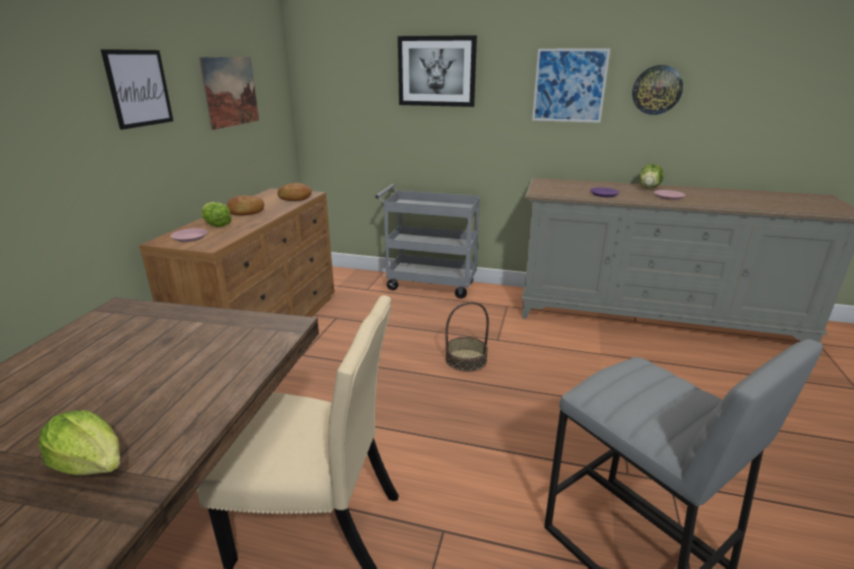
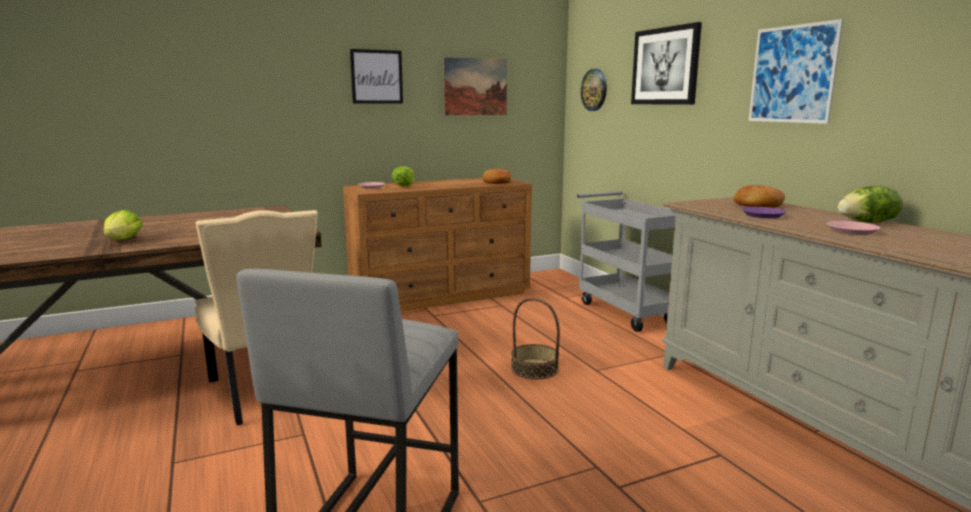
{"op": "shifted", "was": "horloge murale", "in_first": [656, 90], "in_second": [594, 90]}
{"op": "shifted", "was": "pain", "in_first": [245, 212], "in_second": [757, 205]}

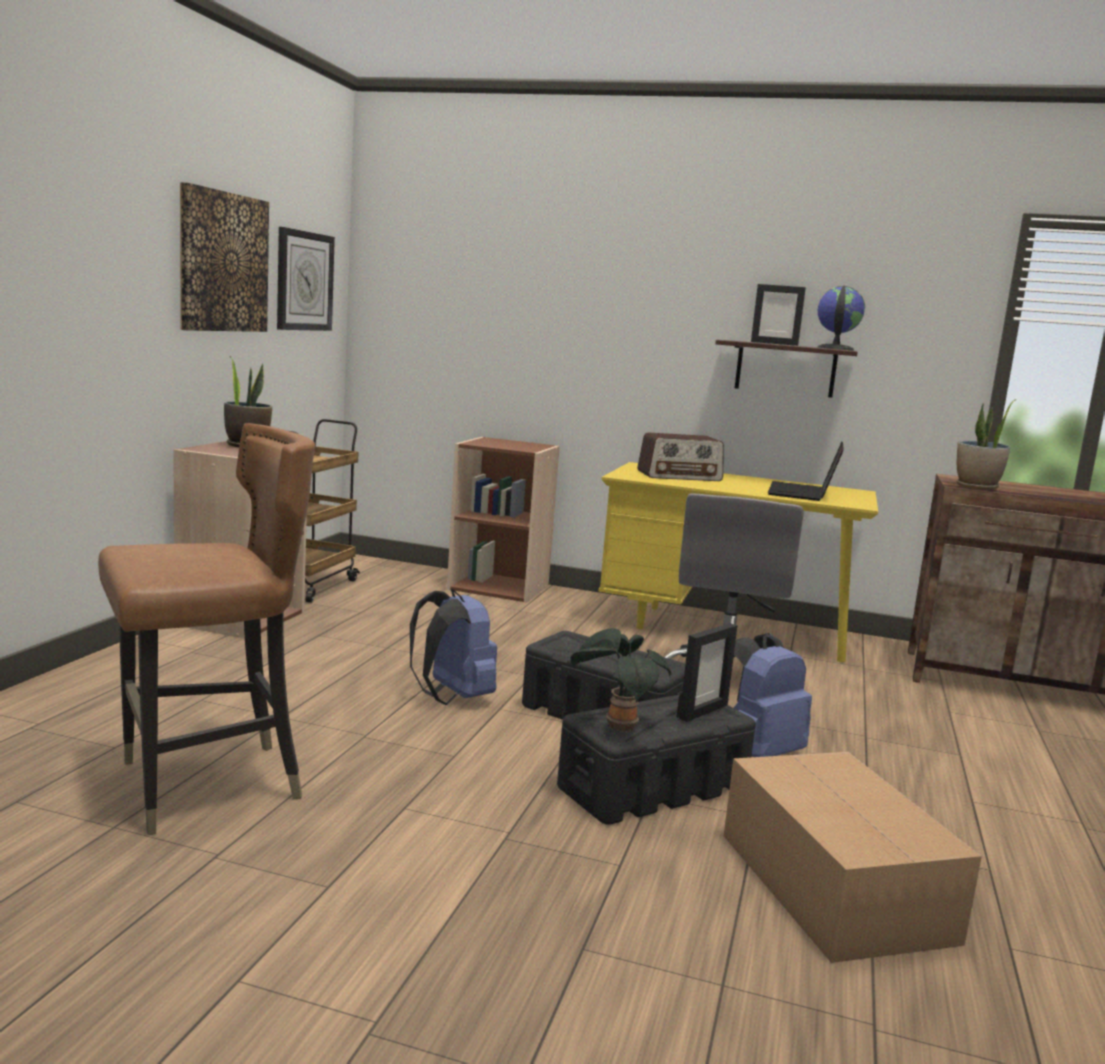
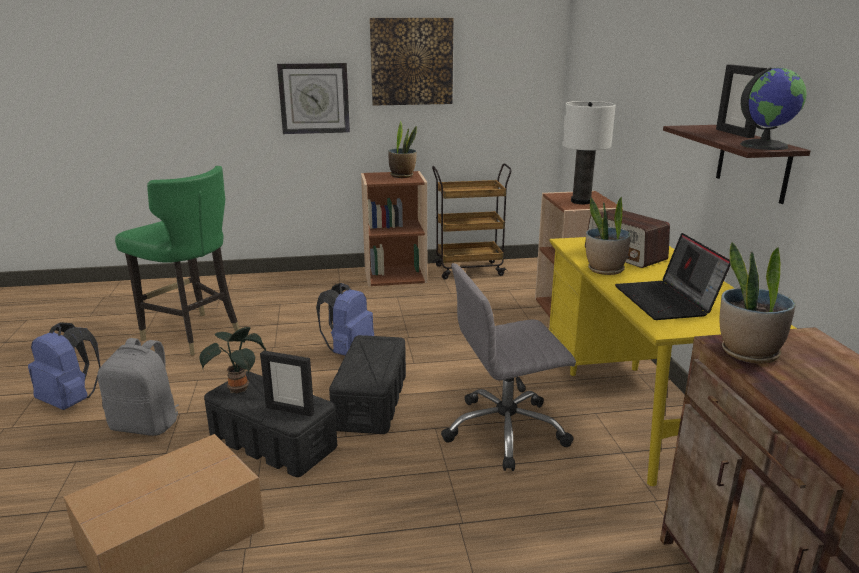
{"op": "shifted", "was": "sac à dos [bleu]", "in_first": [757, 753], "in_second": [71, 401]}
{"op": "new", "now": "sac à dos [gris]", "in_second": [146, 425]}
{"op": "repainted", "was": "chaise [marron]", "now": "chaise [vert]", "in_first": [207, 785], "in_second": [192, 334]}
{"op": "shifted", "was": "horloge murale", "in_first": [304, 281], "in_second": [314, 98]}
{"op": "new", "now": "lampe de table [blanc]", "in_second": [581, 201]}
{"op": "new", "now": "plante en pot", "in_second": [604, 270]}
{"op": "rotated", "was": "ordinateur portable", "in_first": [803, 494], "in_second": [667, 301], "clockwise": -90}

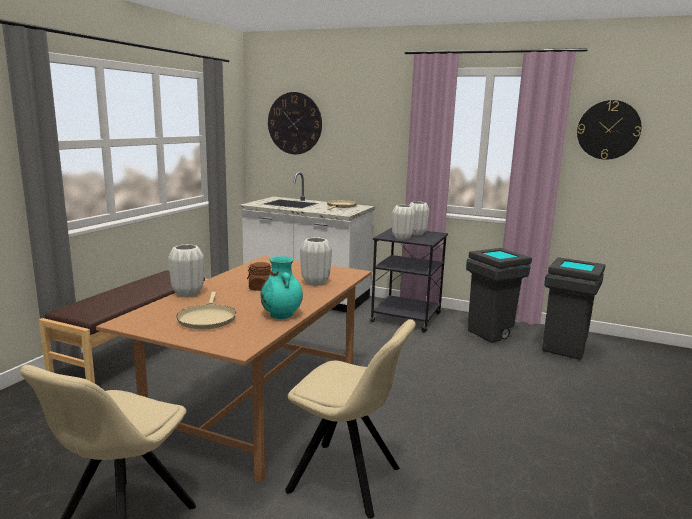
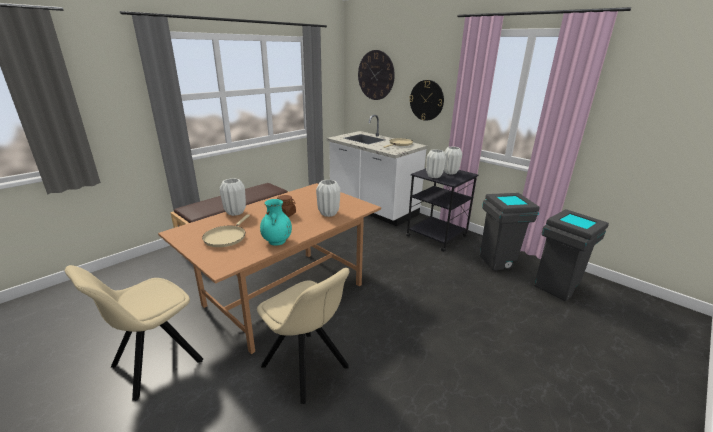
{"op": "shifted", "was": "horloge murale", "in_first": [608, 130], "in_second": [426, 100]}

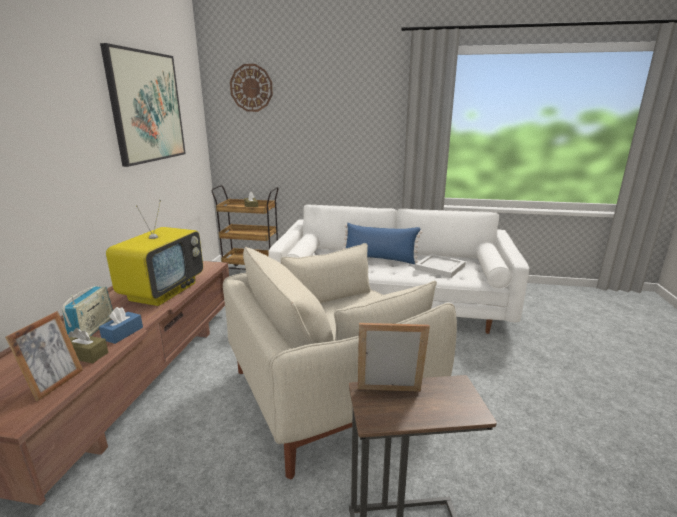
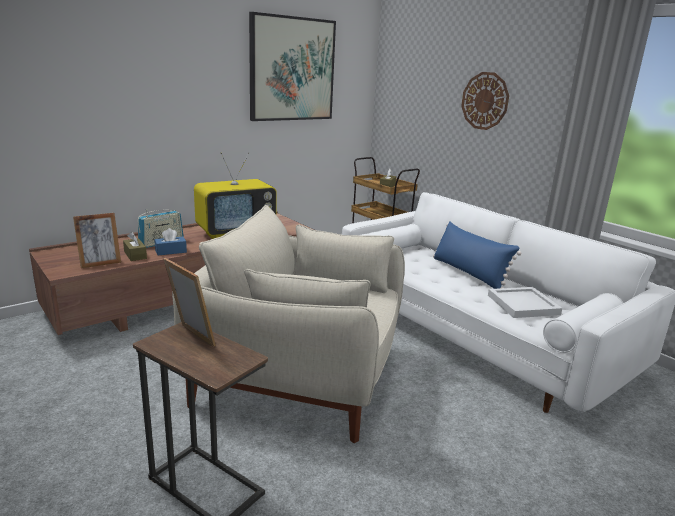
{"op": "shifted", "was": "horloge murale", "in_first": [251, 88], "in_second": [485, 101]}

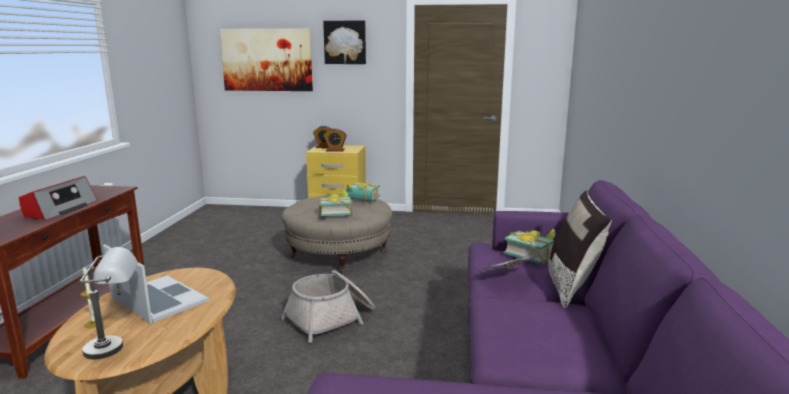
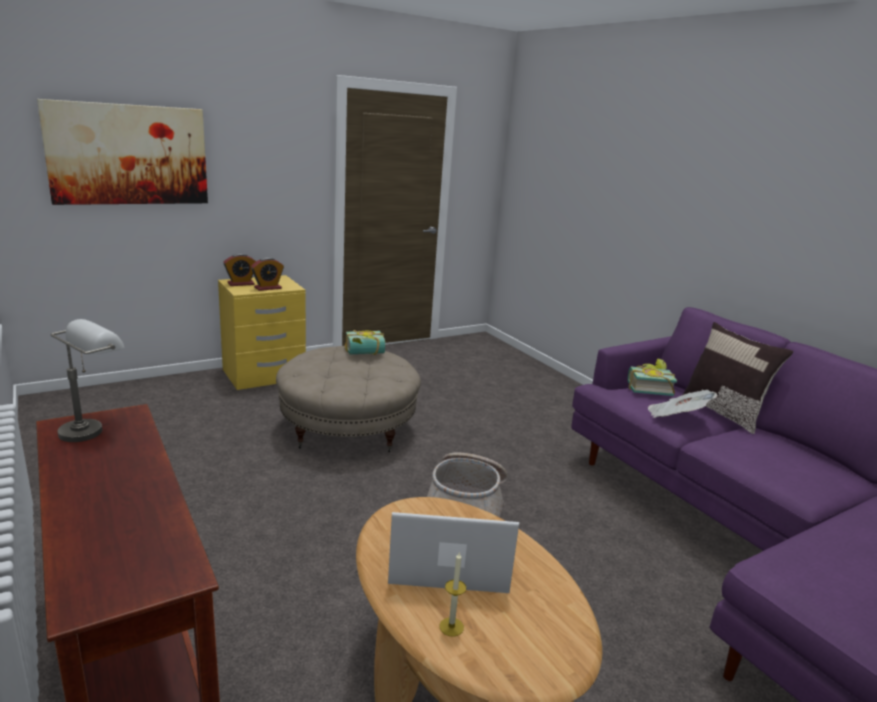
{"op": "shifted", "was": "lampe de table [gris]", "in_first": [117, 347], "in_second": [94, 427]}
{"op": "gone", "was": "radio", "in_first": [60, 209]}
{"op": "gone", "was": "livre", "in_first": [335, 212]}
{"op": "gone", "was": "tableau", "in_first": [345, 42]}

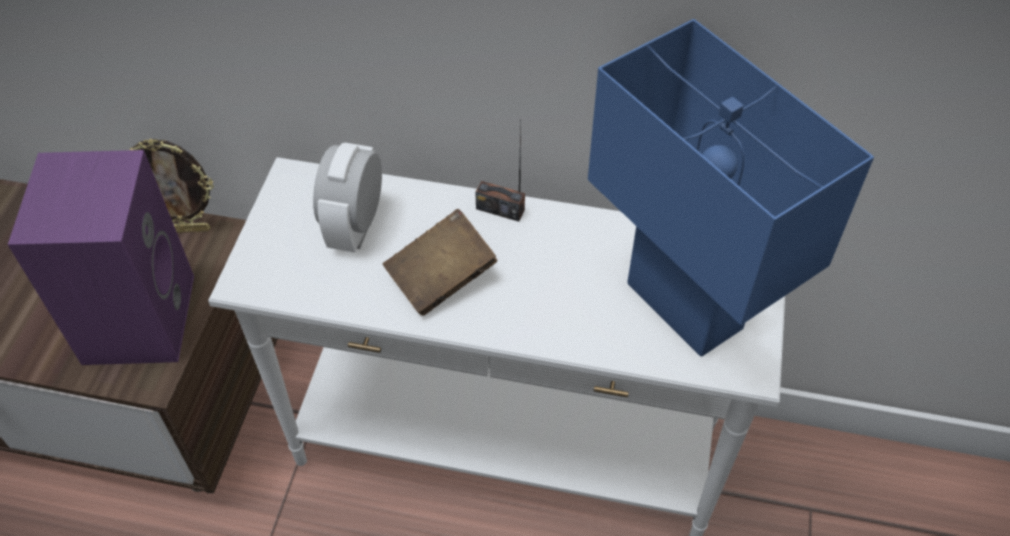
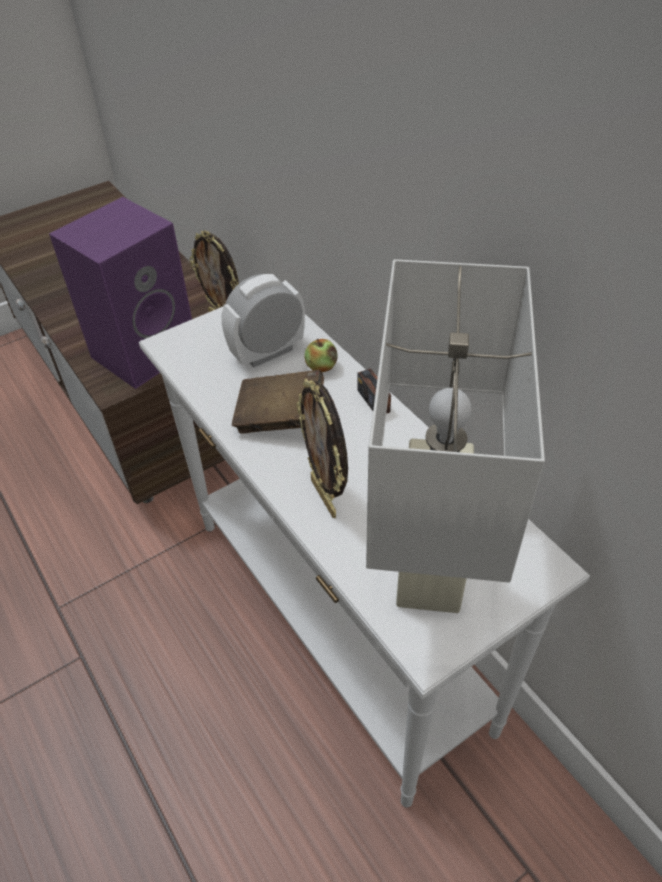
{"op": "new", "now": "cadre photo", "in_second": [325, 497]}
{"op": "new", "now": "pomme", "in_second": [321, 367]}
{"op": "repainted", "was": "lampe de table [bleu]", "now": "lampe de table [blanc]", "in_first": [684, 306], "in_second": [430, 560]}

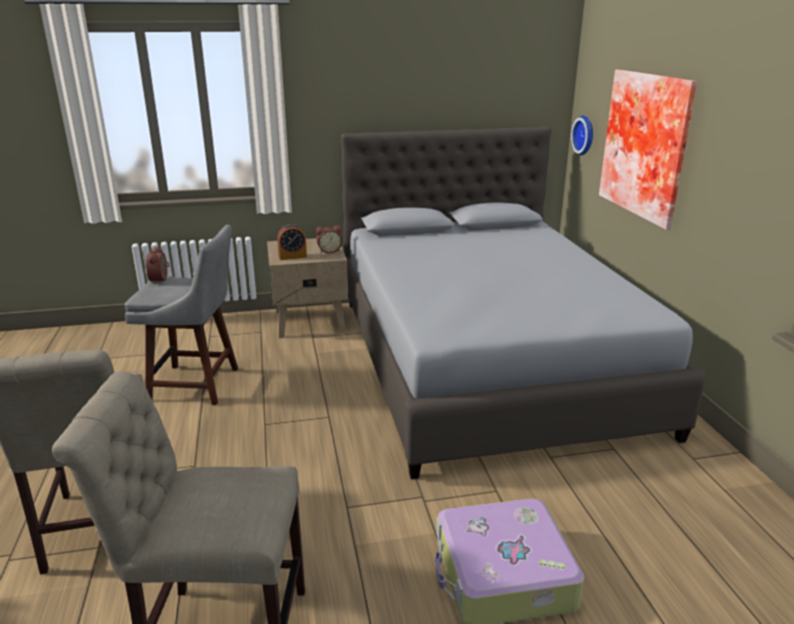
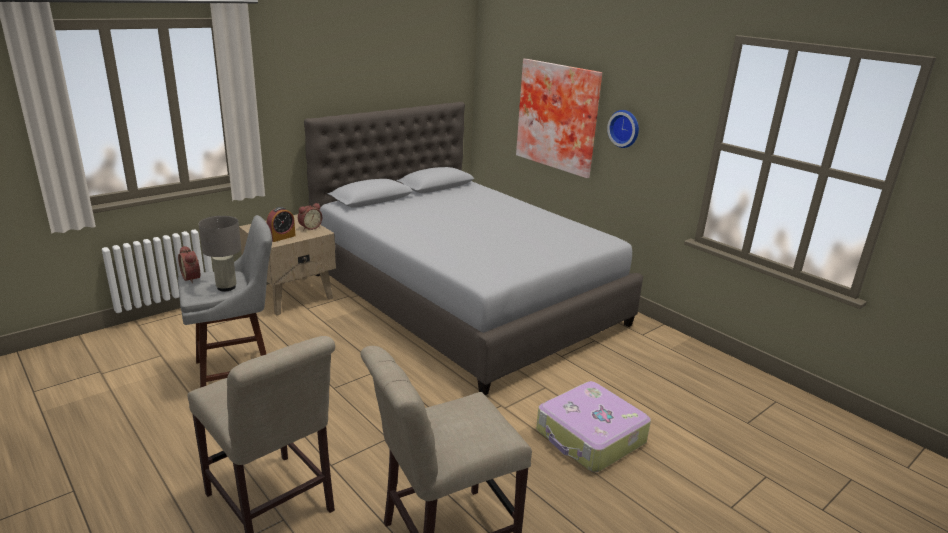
{"op": "new", "now": "lampe de table [gris]", "in_second": [226, 287]}
{"op": "shifted", "was": "horloge murale", "in_first": [585, 135], "in_second": [625, 128]}

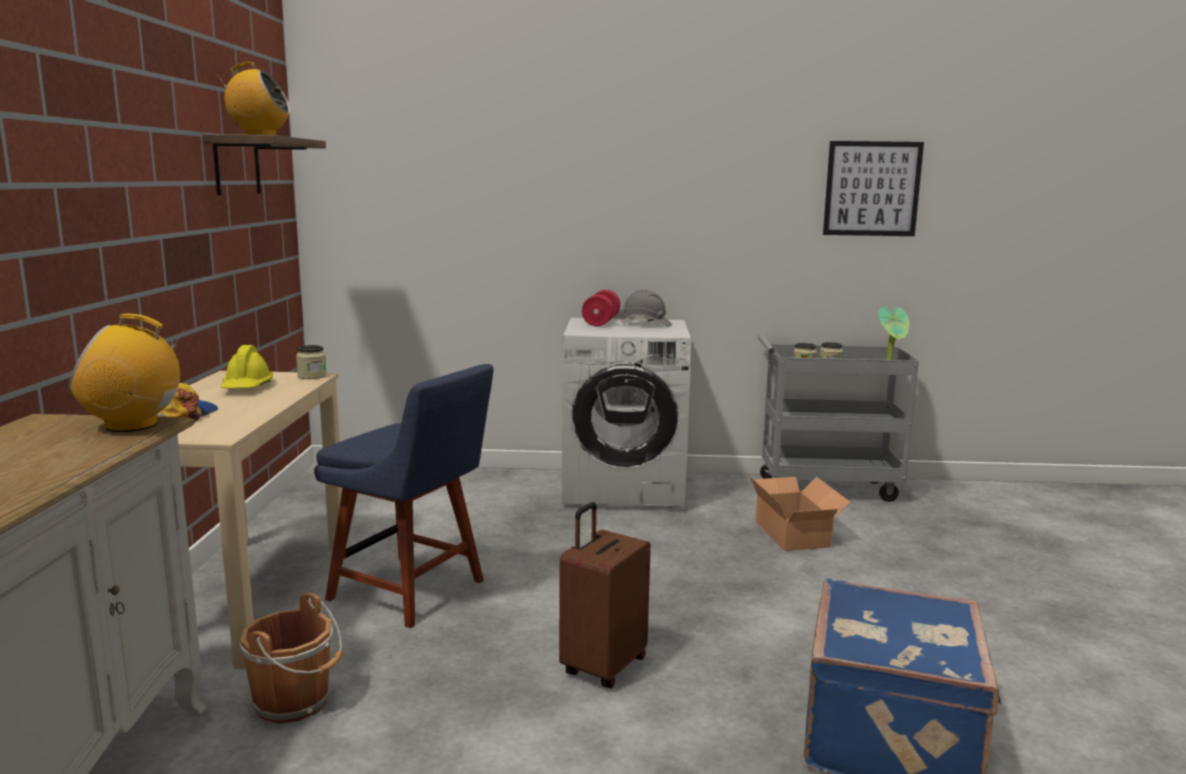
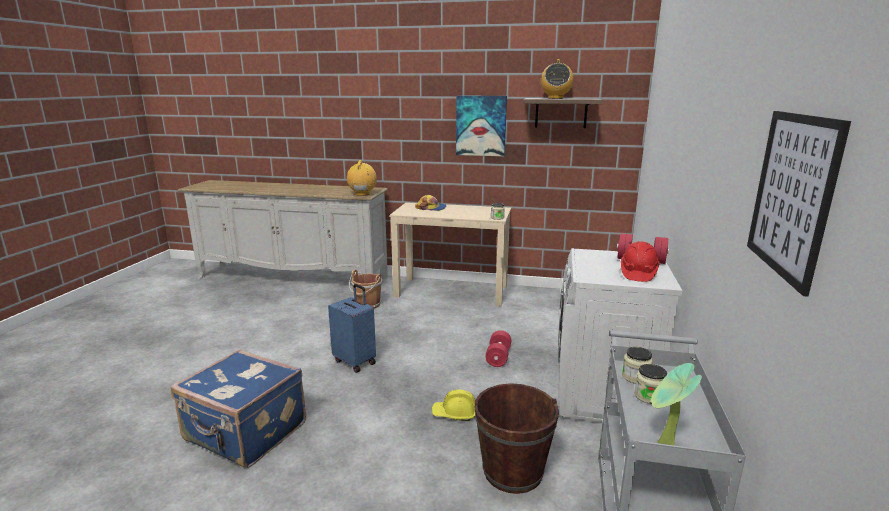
{"op": "repainted", "was": "valise [marron]", "now": "valise [bleu]", "in_first": [602, 666], "in_second": [355, 361]}
{"op": "shifted", "was": "casque de chantier [jaune]", "in_first": [247, 387], "in_second": [454, 414]}
{"op": "new", "now": "tableau", "in_second": [481, 125]}
{"op": "swapped", "was": "carton", "now": "seau [marron]", "in_first": [794, 533], "in_second": [513, 472]}
{"op": "new", "now": "haltère [rouge]", "in_second": [498, 357]}
{"op": "repainted", "was": "casque de chantier [gris]", "now": "casque de chantier [rouge]", "in_first": [646, 324], "in_second": [638, 273]}
{"op": "gone", "was": "chaise [bleu]", "in_first": [412, 592]}

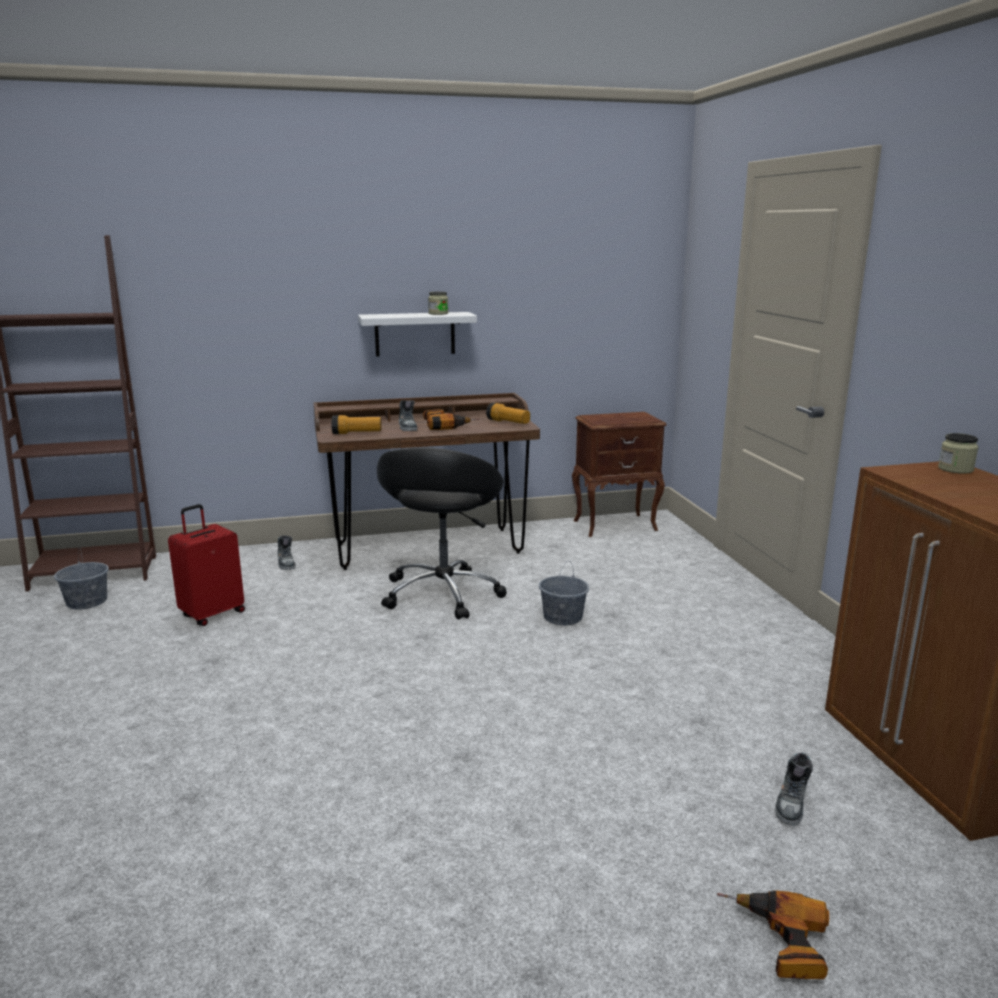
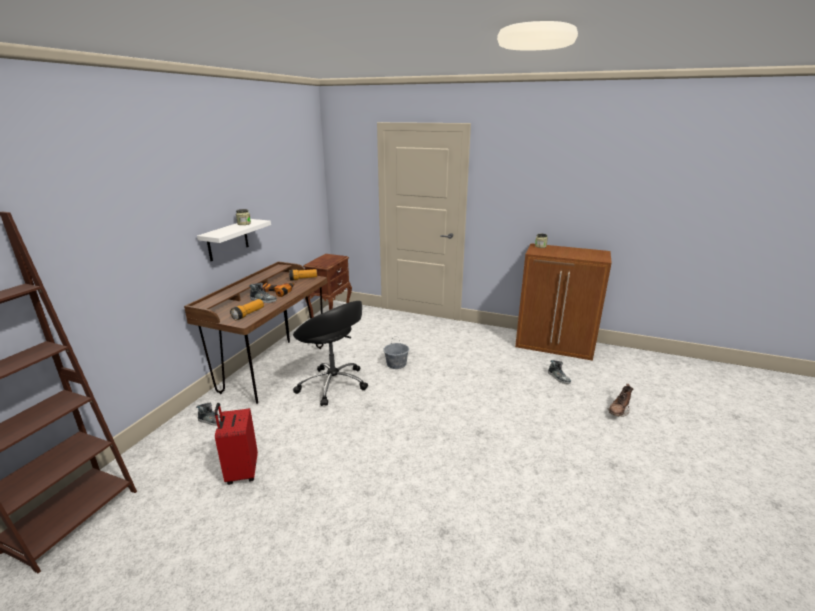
{"op": "swapped", "was": "perceuse", "now": "botte [marron]", "in_first": [779, 943], "in_second": [618, 411]}
{"op": "gone", "was": "seau [gris]", "in_first": [87, 601]}

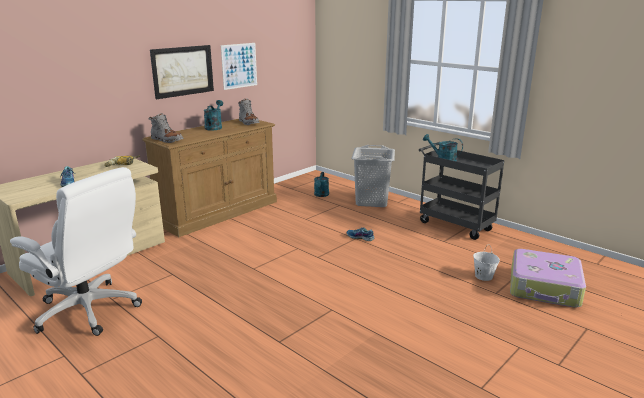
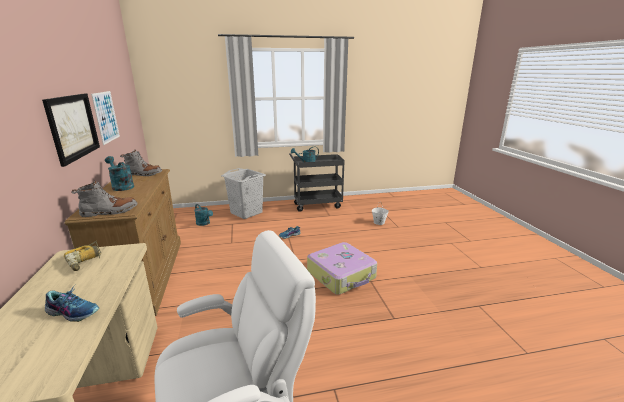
{"op": "shifted", "was": "valise", "in_first": [544, 288], "in_second": [342, 275]}

